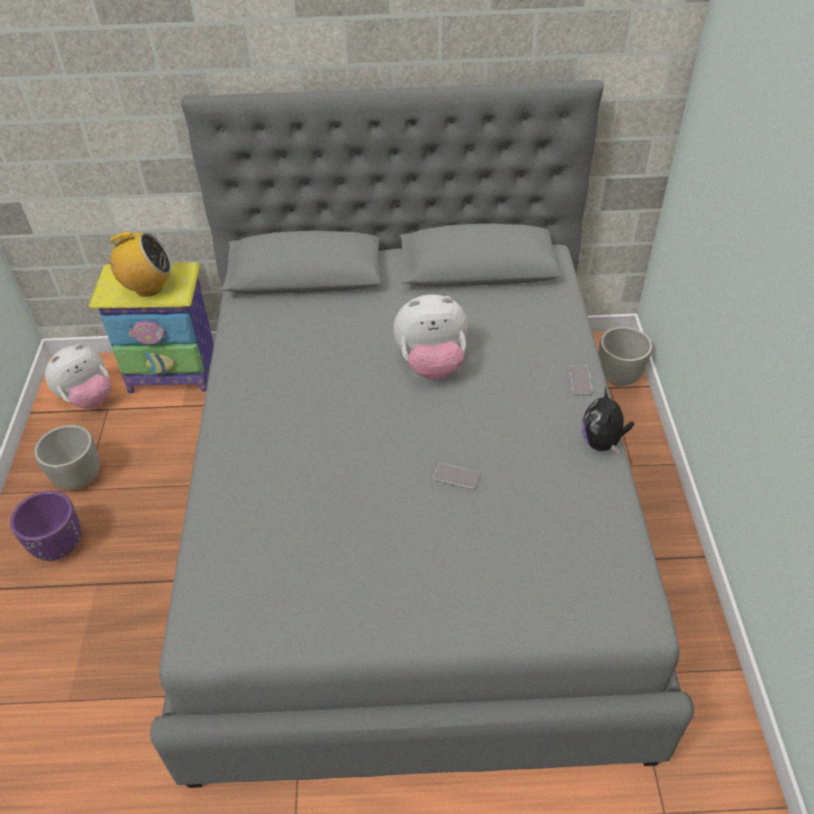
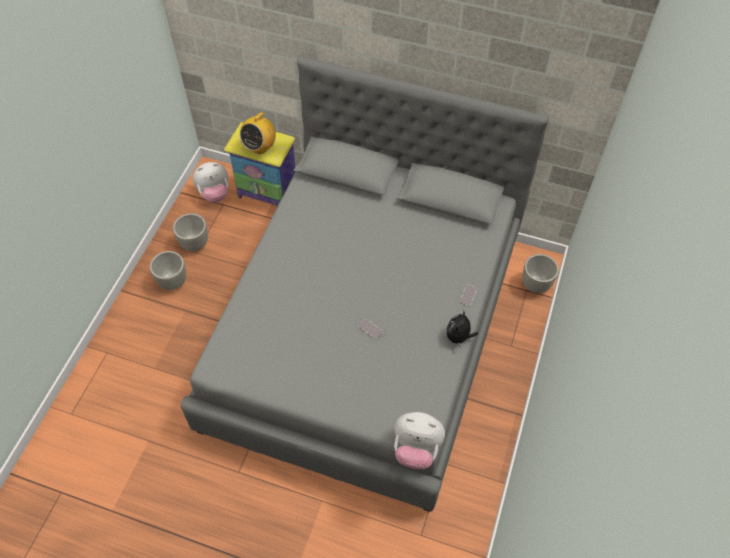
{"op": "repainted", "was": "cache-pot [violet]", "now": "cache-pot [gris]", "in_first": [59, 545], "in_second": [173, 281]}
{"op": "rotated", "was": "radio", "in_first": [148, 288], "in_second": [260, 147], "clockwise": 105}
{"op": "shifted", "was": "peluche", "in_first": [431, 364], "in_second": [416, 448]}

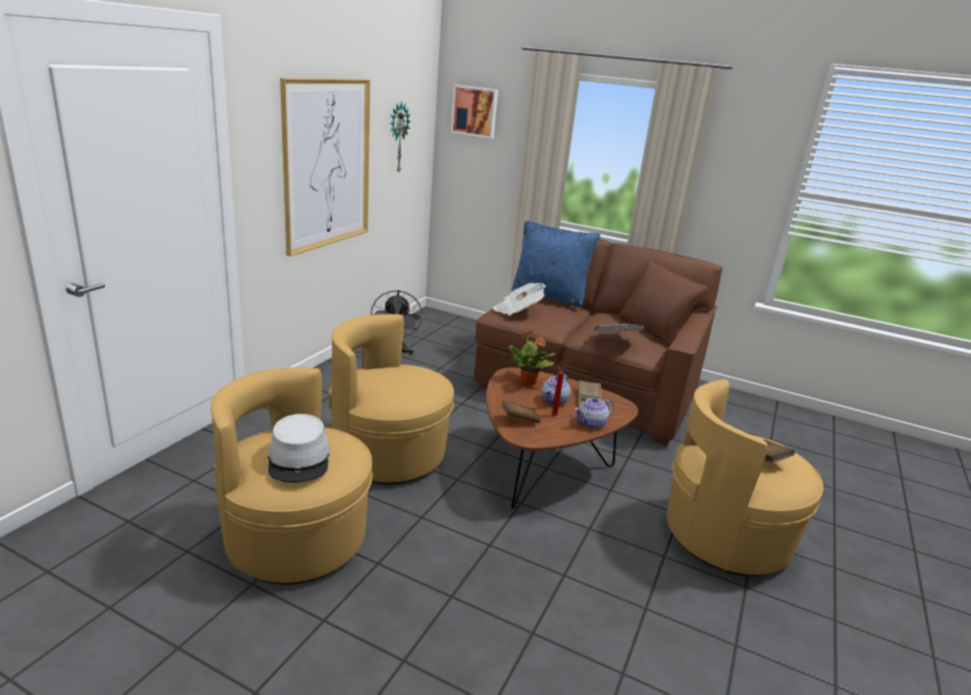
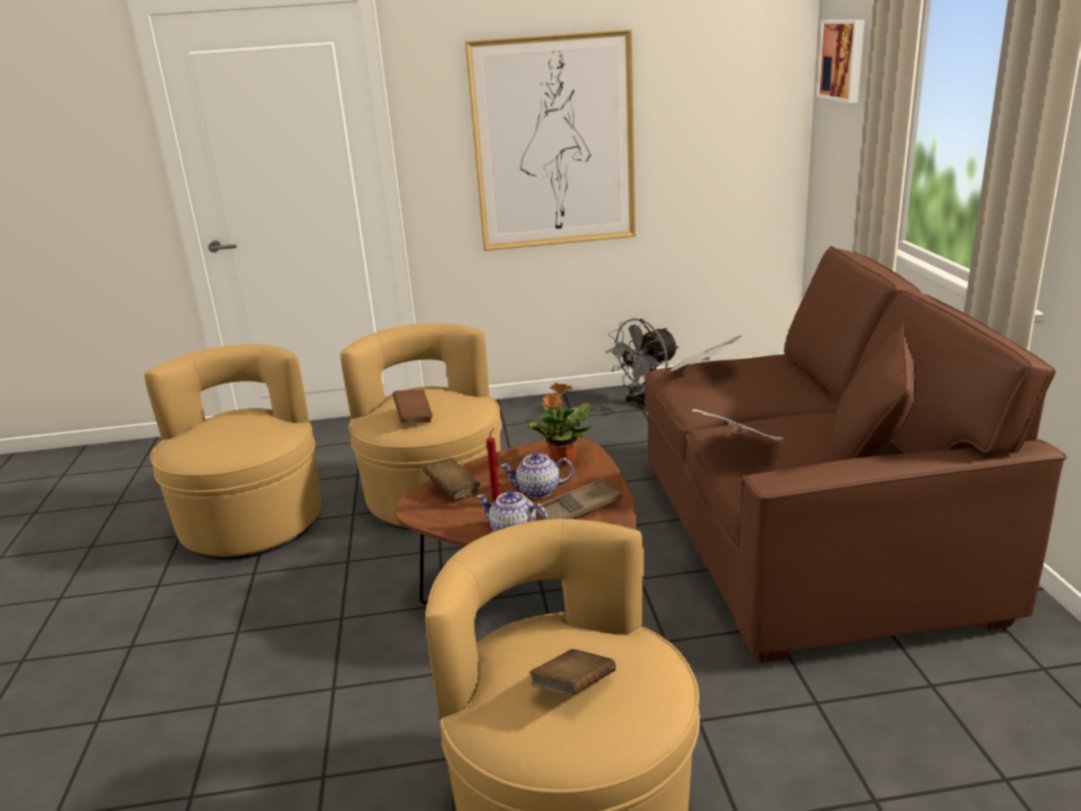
{"op": "new", "now": "livre [marron]", "in_second": [414, 417]}
{"op": "gone", "was": "chapeau [gris]", "in_first": [299, 459]}
{"op": "gone", "was": "horloge murale", "in_first": [397, 138]}
{"op": "gone", "was": "coussin [bleu]", "in_first": [549, 299]}

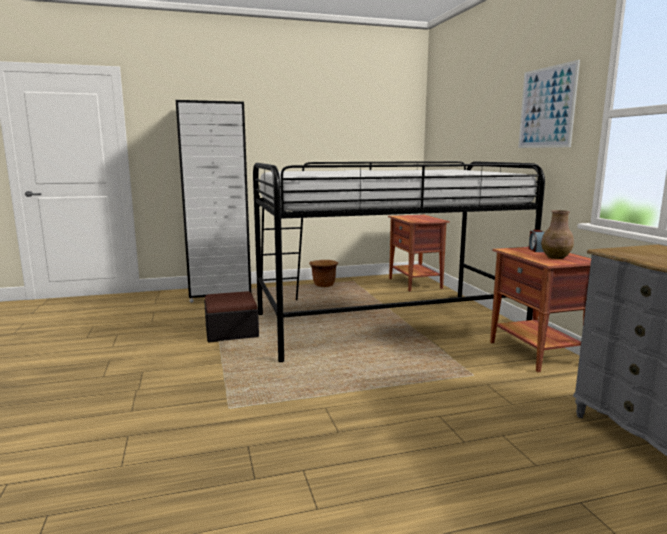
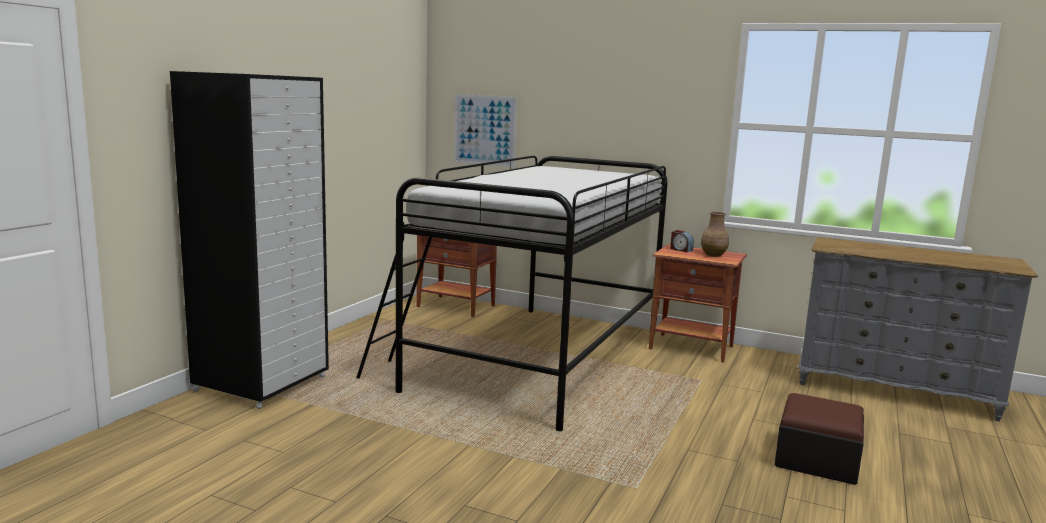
{"op": "shifted", "was": "tableau", "in_first": [547, 107], "in_second": [485, 130]}
{"op": "shifted", "was": "pouf", "in_first": [231, 331], "in_second": [817, 459]}
{"op": "gone", "was": "cache-pot [marron]", "in_first": [324, 285]}

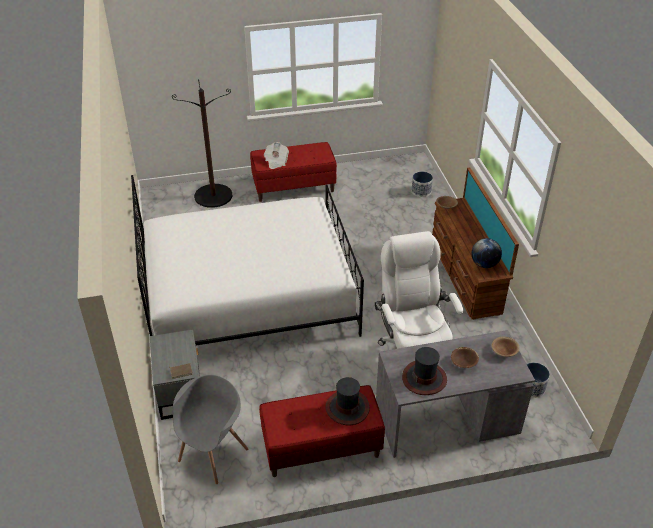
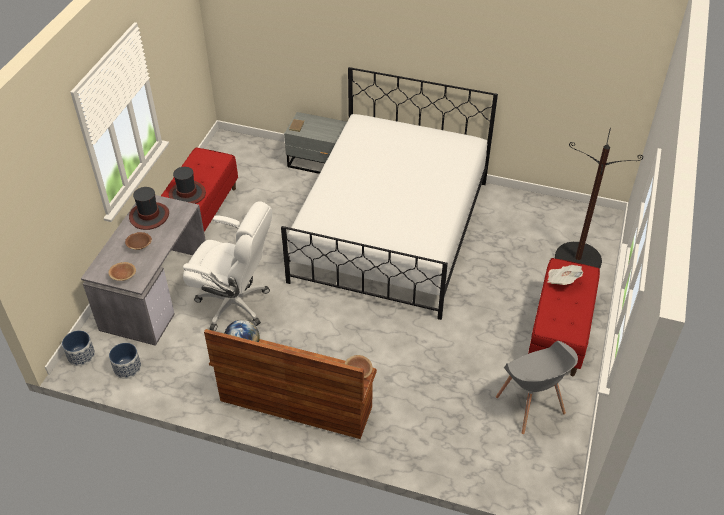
{"op": "shifted", "was": "cache-pot", "in_first": [421, 191], "in_second": [81, 356]}
{"op": "shifted", "was": "chaise [gris]", "in_first": [213, 454], "in_second": [530, 406]}

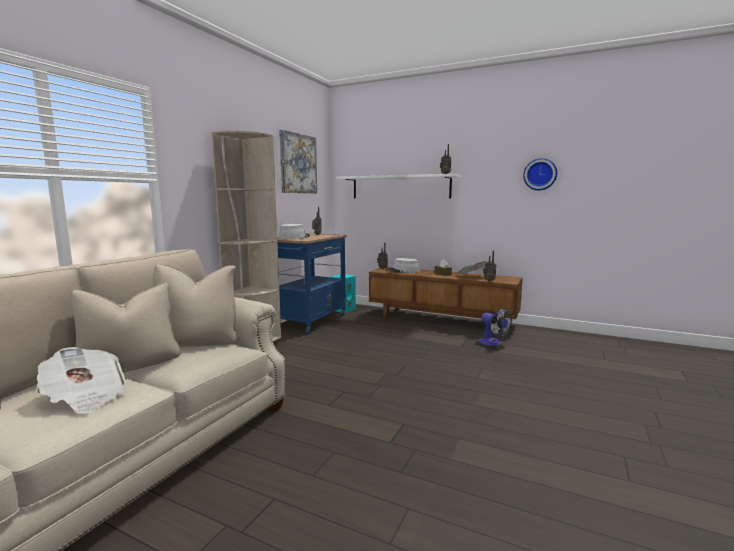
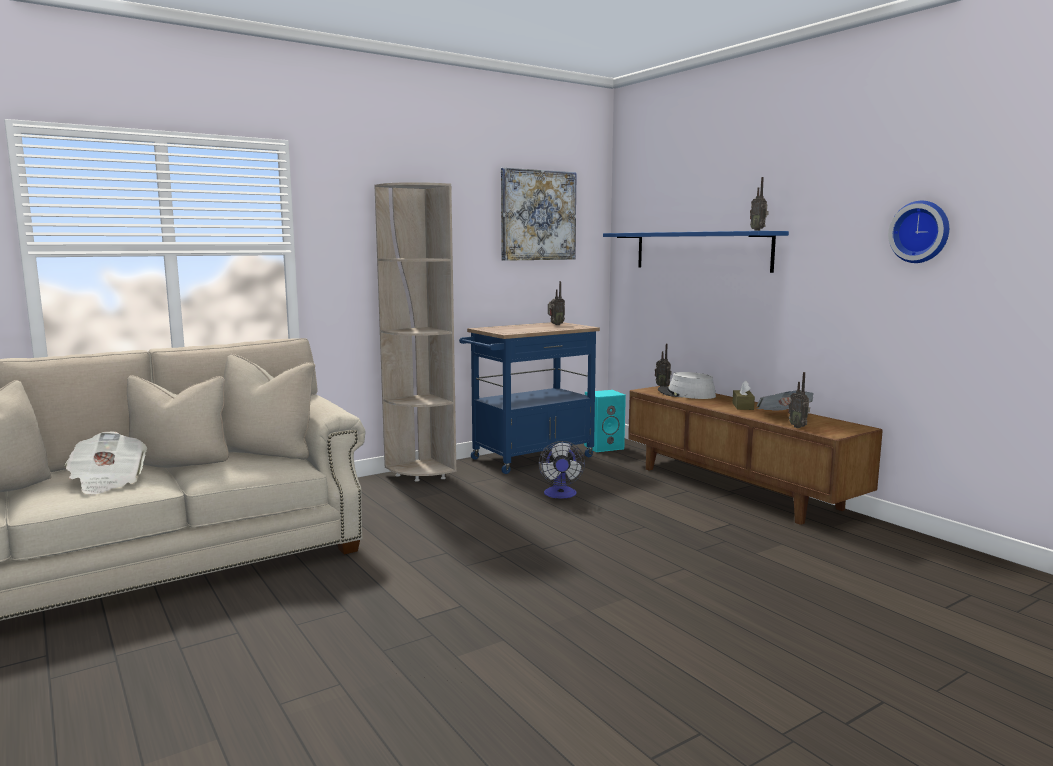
{"op": "shifted", "was": "ventilateur", "in_first": [493, 343], "in_second": [560, 495]}
{"op": "repainted", "was": "étagère [blanc]", "now": "étagère [bleu]", "in_first": [400, 187], "in_second": [700, 251]}
{"op": "gone", "was": "chapeau [gris]", "in_first": [294, 237]}

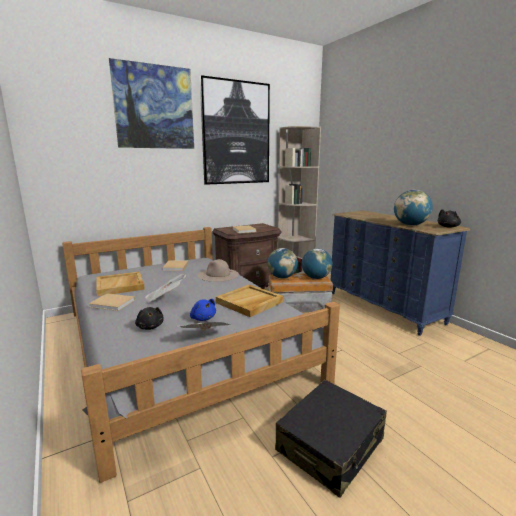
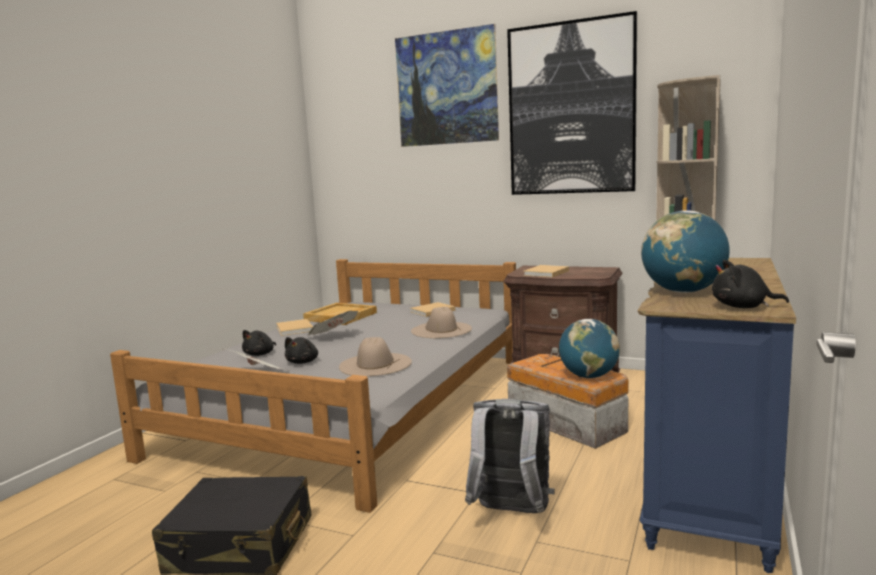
{"op": "repainted", "was": "peluche [bleu]", "now": "peluche [noir]", "in_first": [202, 318], "in_second": [303, 362]}
{"op": "swapped", "was": "plateau [beige]", "now": "chapeau [beige]", "in_first": [249, 302], "in_second": [375, 364]}
{"op": "new", "now": "sac à dos [gris]", "in_second": [511, 513]}
{"op": "gone", "was": "globe", "in_first": [282, 277]}

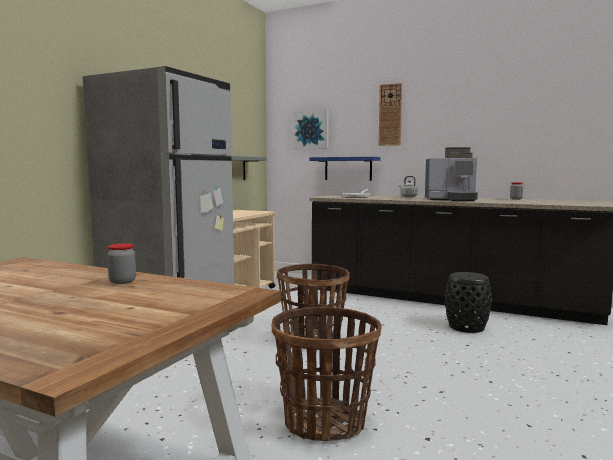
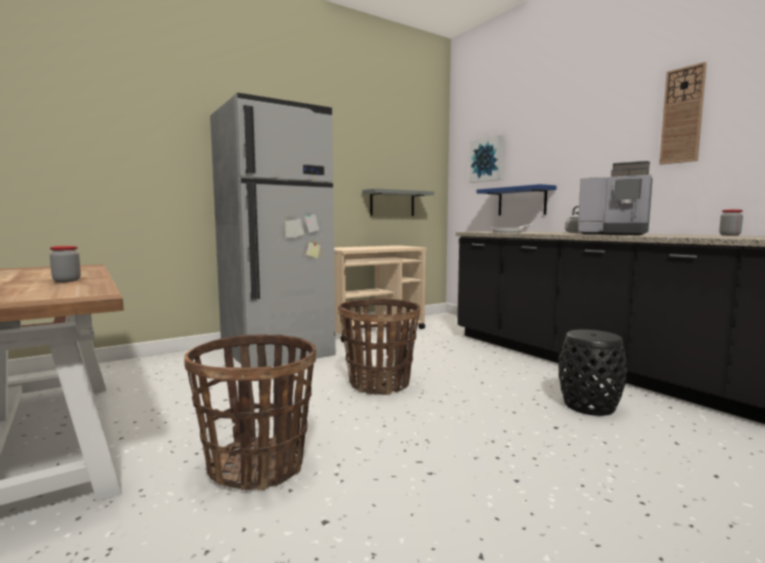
{"op": "shifted", "was": "horloge murale", "in_first": [390, 115], "in_second": [682, 115]}

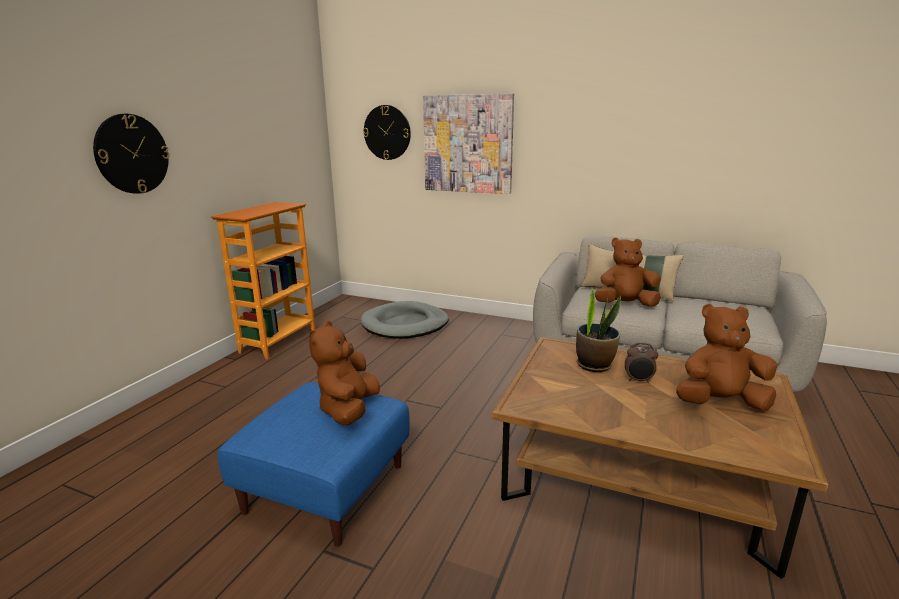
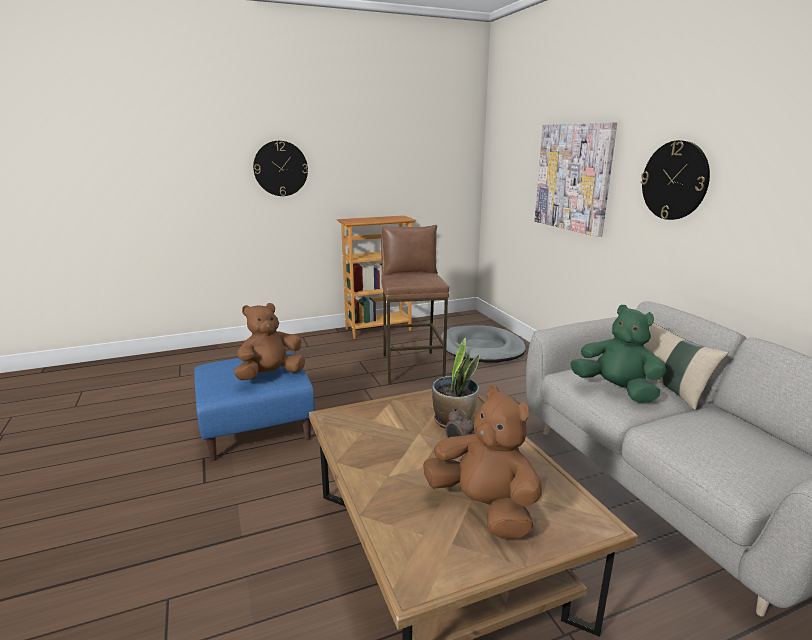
{"op": "new", "now": "tabouret [marron]", "in_second": [412, 367]}
{"op": "repainted", "was": "peluche [marron]", "now": "peluche [vert]", "in_first": [625, 305], "in_second": [616, 390]}
{"op": "shifted", "was": "horloge murale", "in_first": [387, 132], "in_second": [674, 180]}

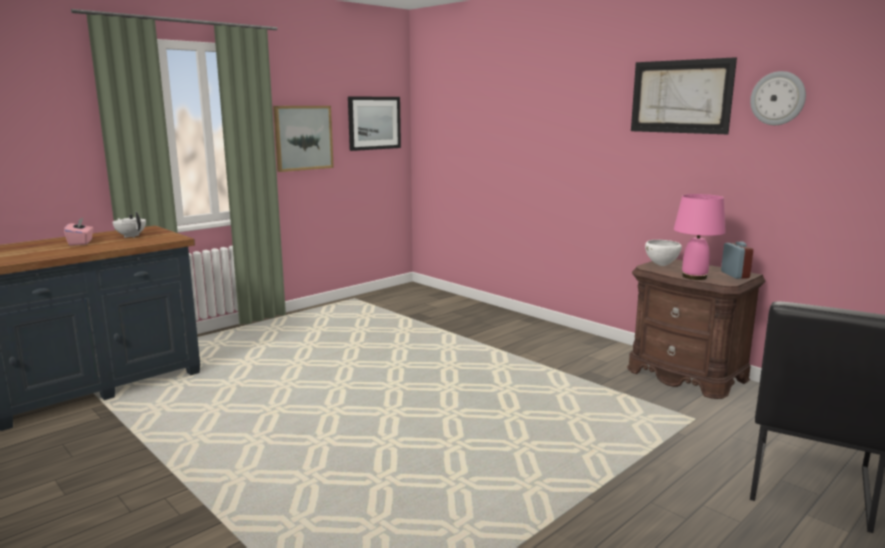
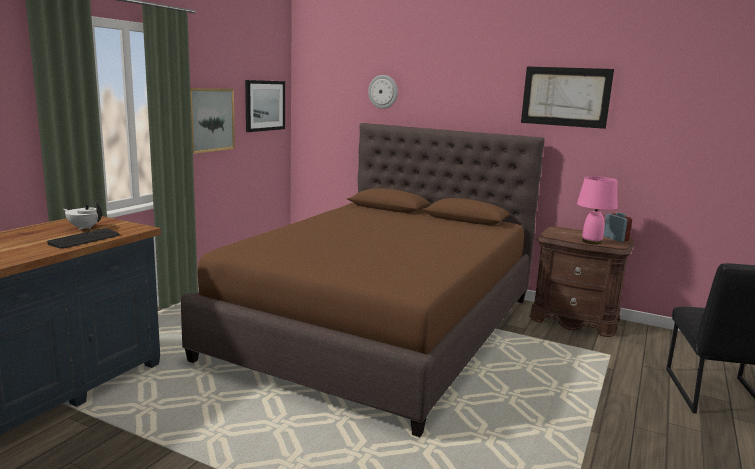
{"op": "new", "now": "clavier", "in_second": [85, 239]}
{"op": "new", "now": "lit [marron]", "in_second": [381, 327]}
{"op": "shifted", "was": "horloge murale", "in_first": [778, 98], "in_second": [383, 91]}
{"op": "gone", "was": "boîte à mouchoirs [rose]", "in_first": [81, 242]}
{"op": "gone", "was": "bol [blanc]", "in_first": [661, 265]}

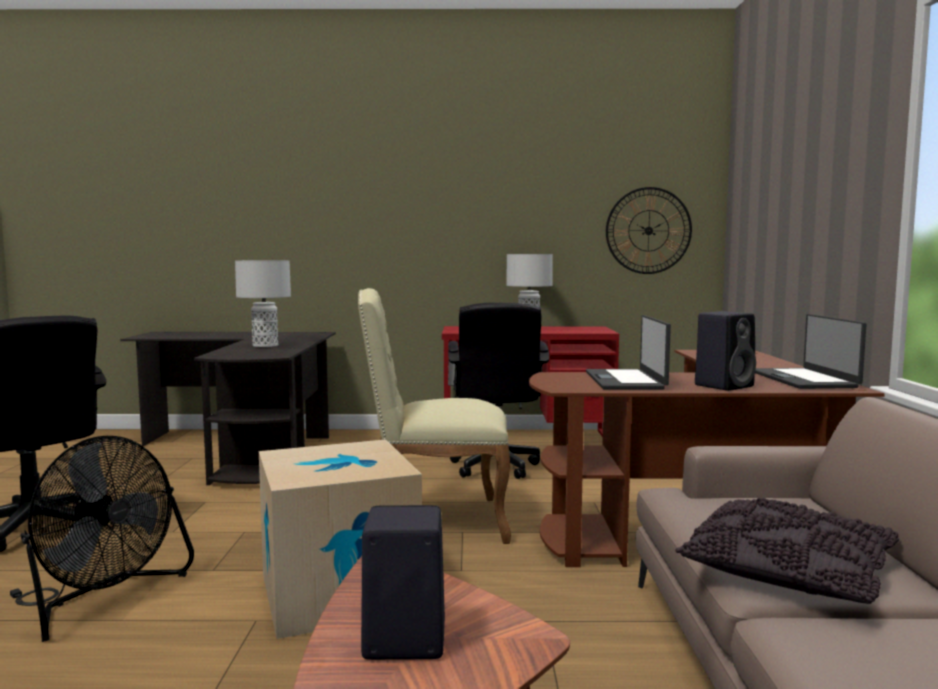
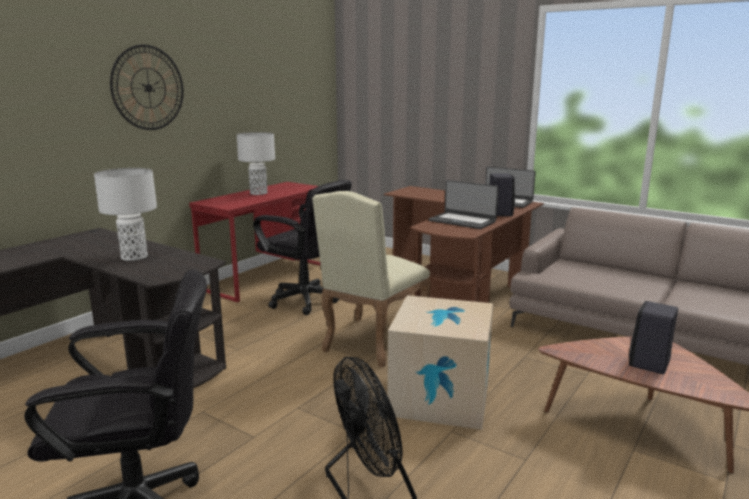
{"op": "shifted", "was": "horloge murale", "in_first": [648, 230], "in_second": [148, 88]}
{"op": "gone", "was": "coussin [noir]", "in_first": [787, 572]}

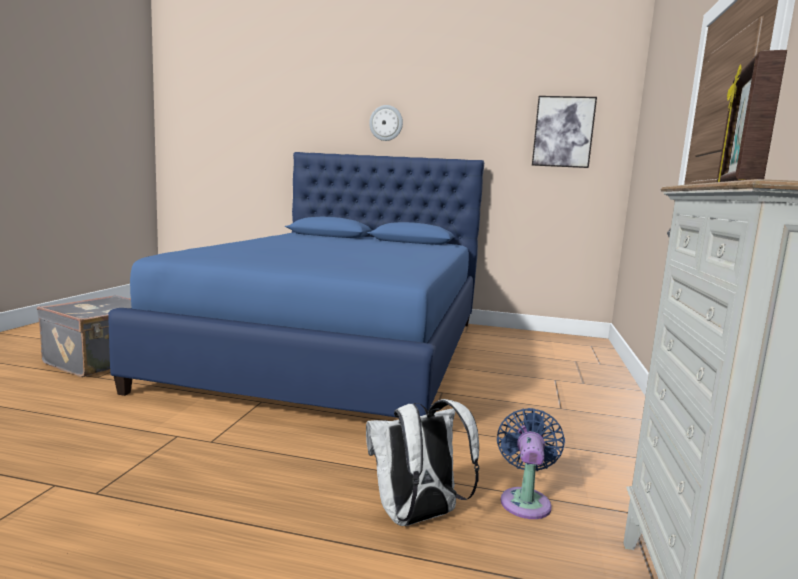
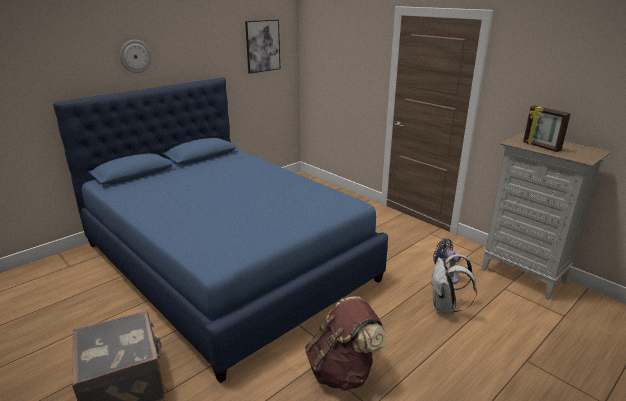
{"op": "new", "now": "sac à dos [marron]", "in_second": [343, 371]}

